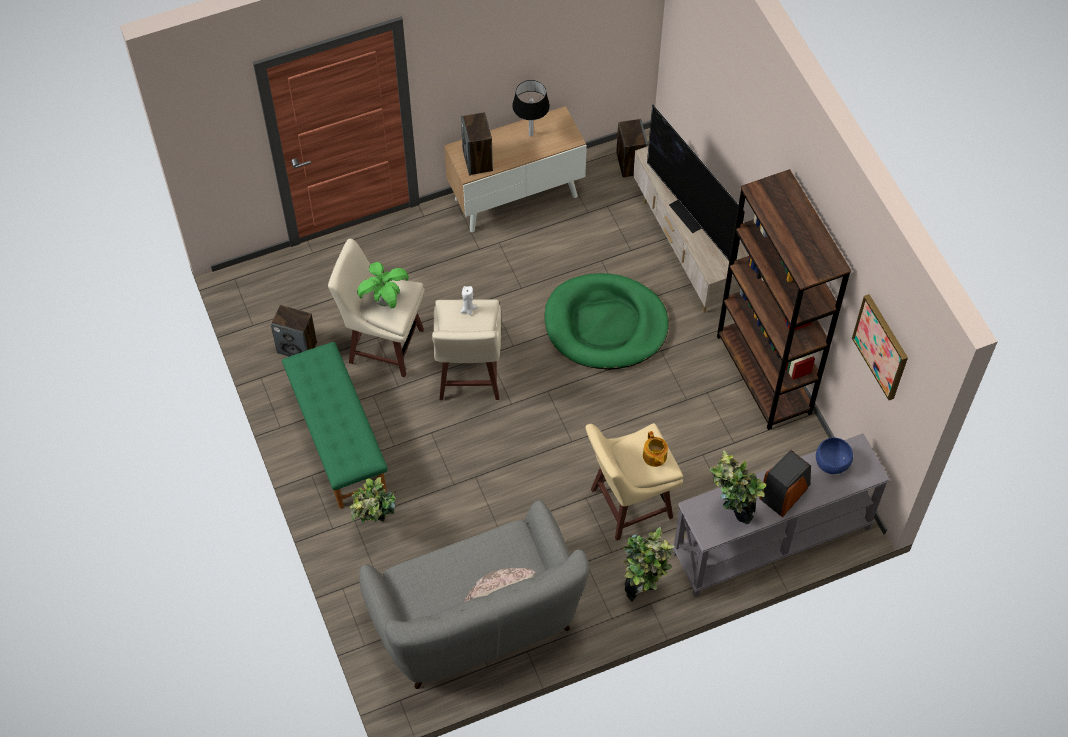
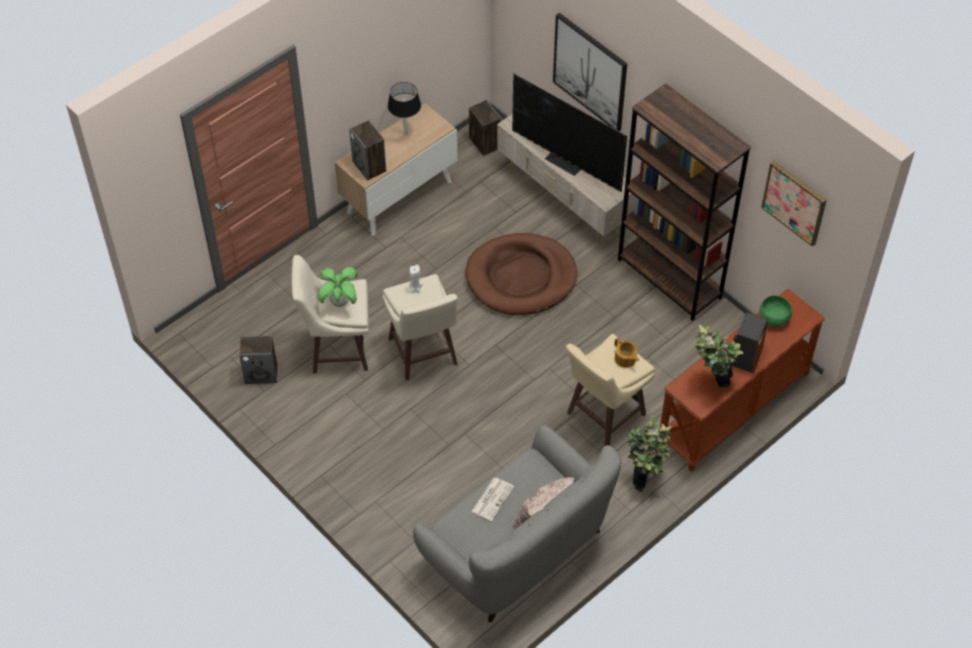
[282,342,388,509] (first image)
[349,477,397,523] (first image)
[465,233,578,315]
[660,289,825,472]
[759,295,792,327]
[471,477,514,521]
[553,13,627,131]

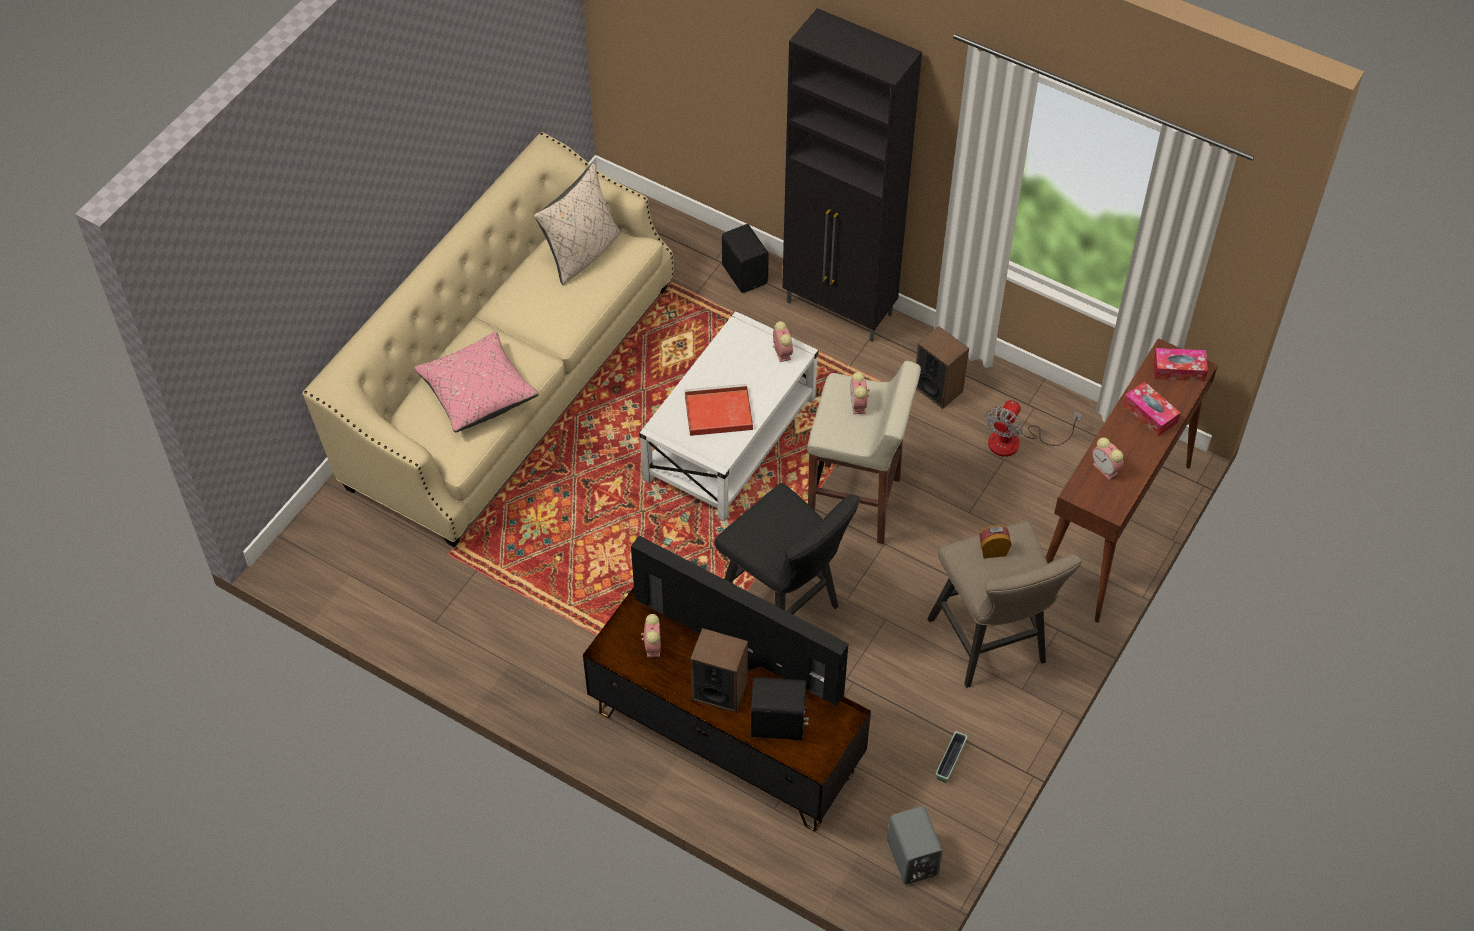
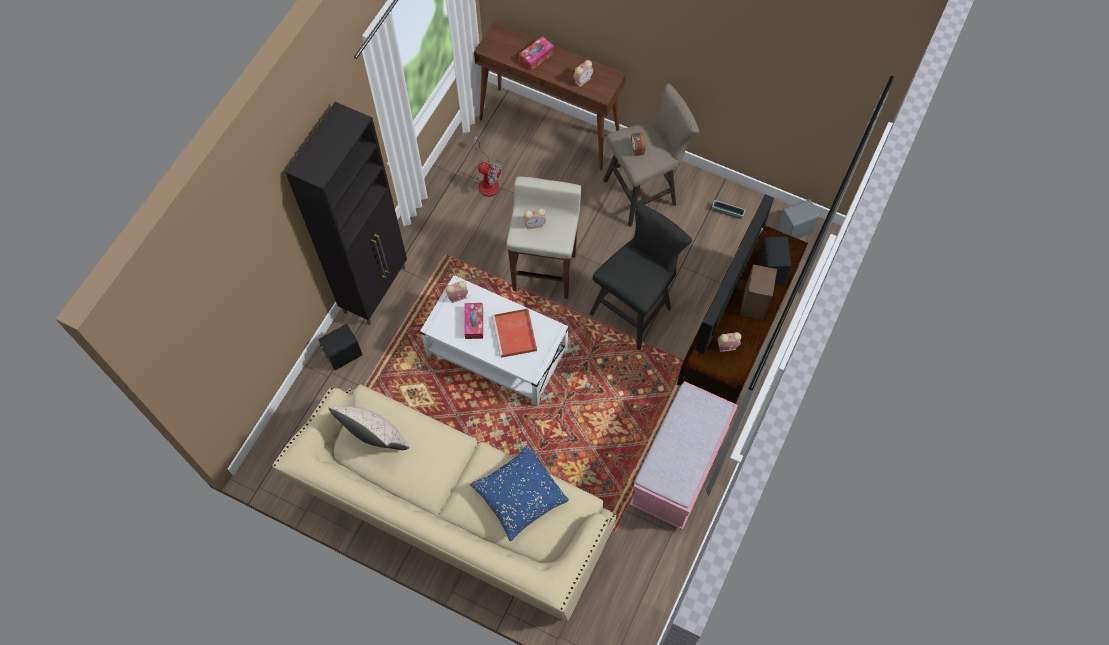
[470,445,569,541]
[916,326,969,409] (first image)
[464,303,483,339]
[630,381,738,530]

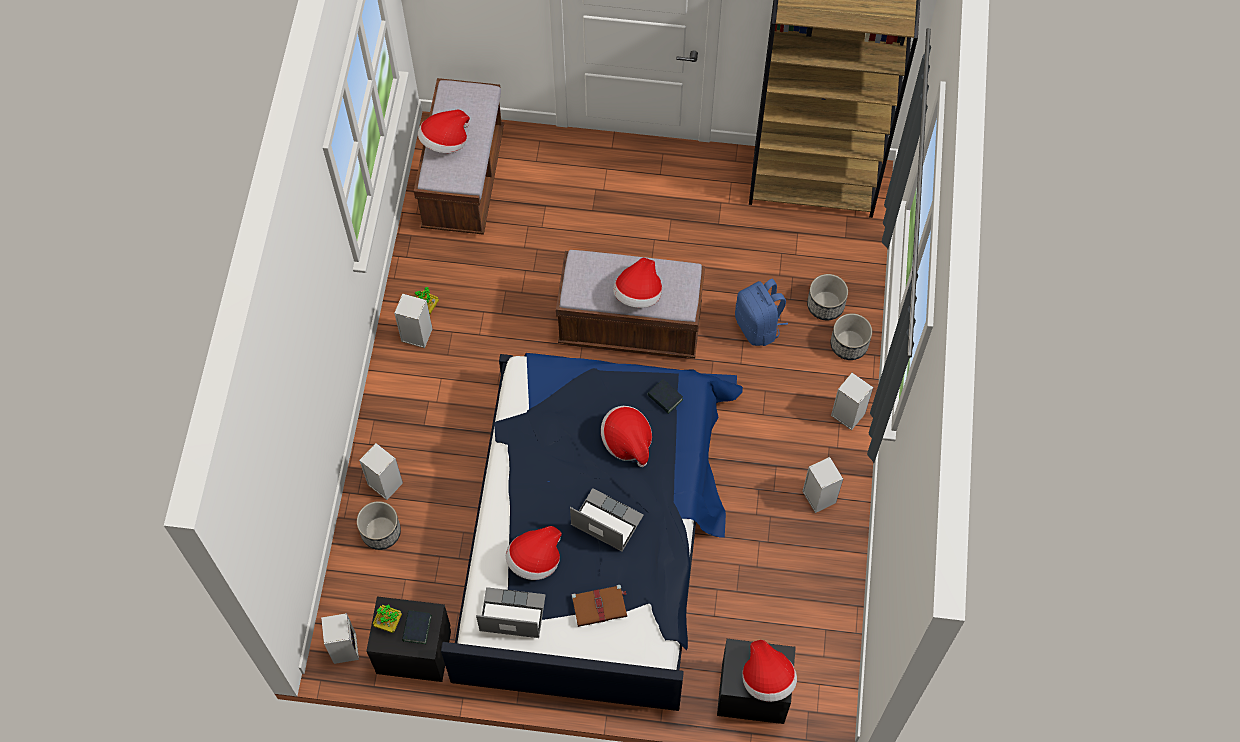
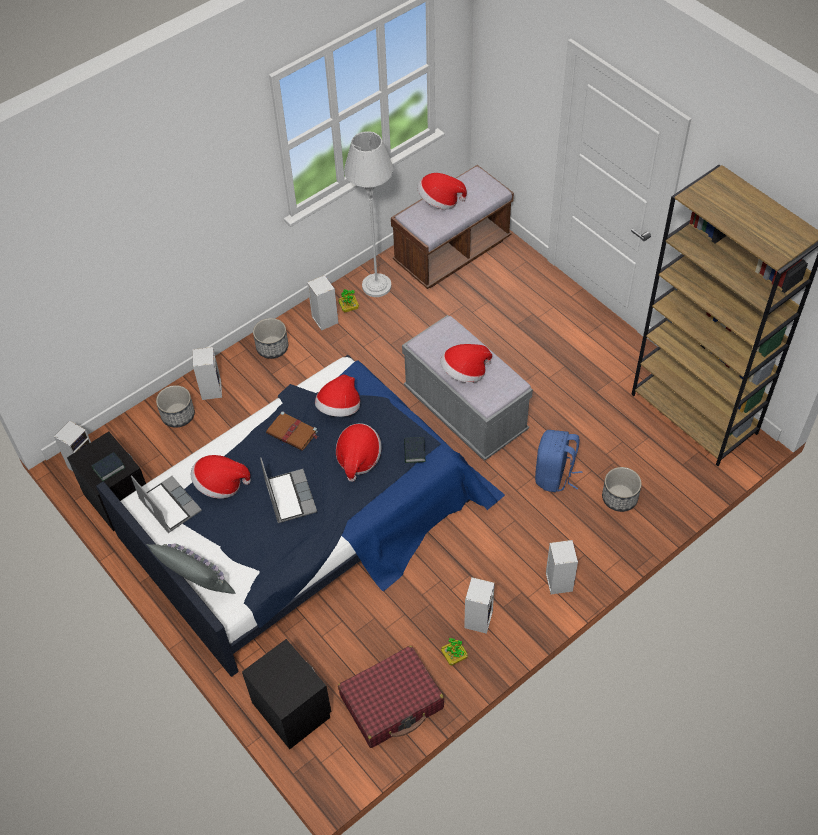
[441,638,468,665]
[402,315,533,460]
[266,411,318,451]
[315,375,360,417]
[253,318,288,359]
[146,544,236,594]
[338,646,444,748]
[344,131,393,297]

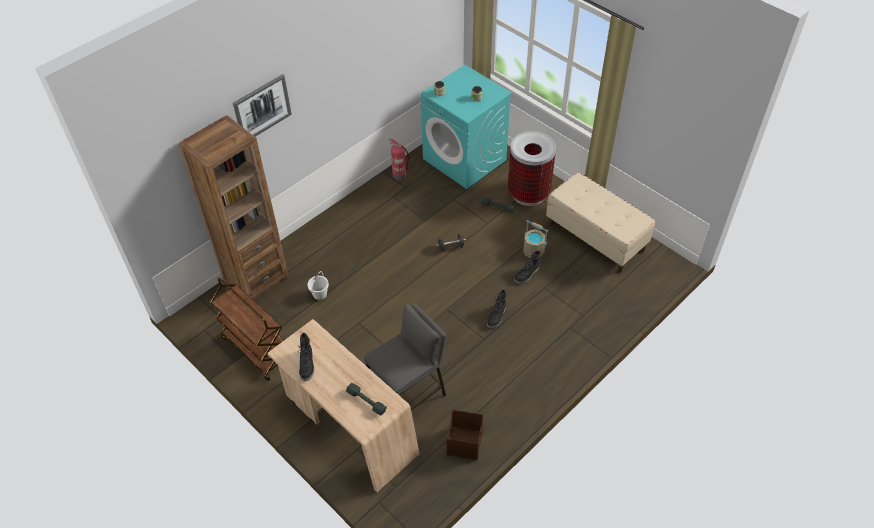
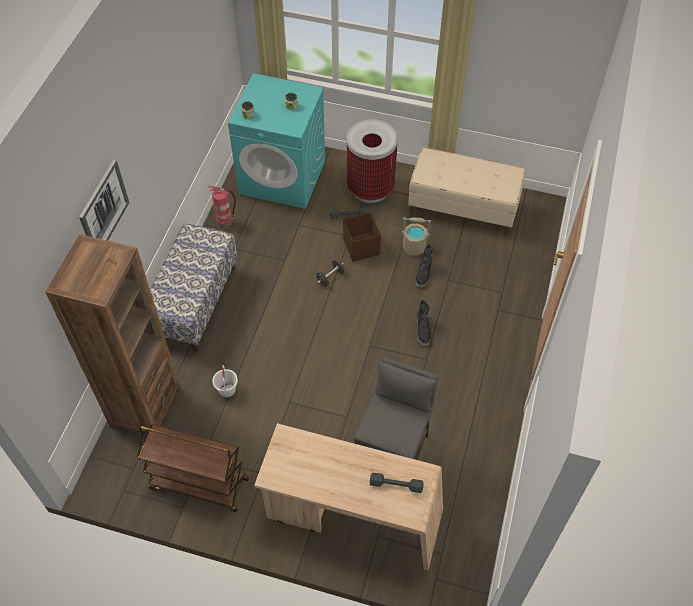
[298,333,314,381] (first image)
[343,212,381,262]
[150,223,237,352]

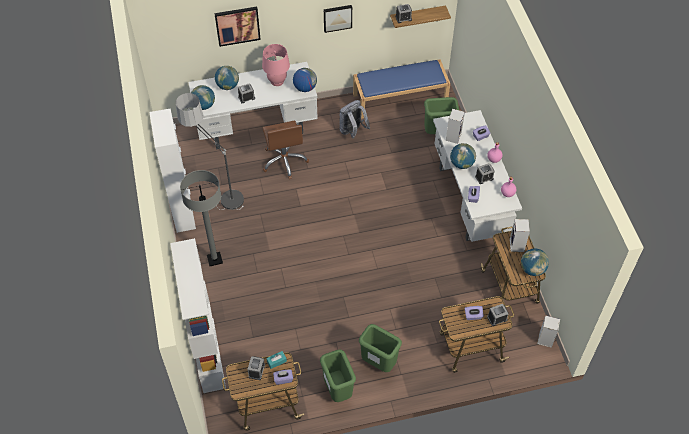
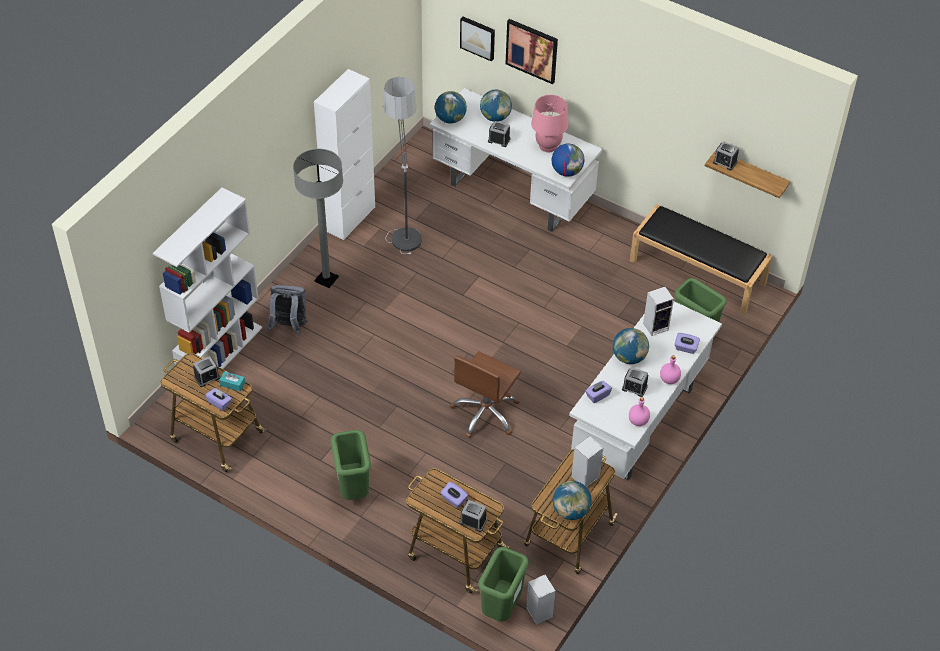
[450,351,521,438]
[478,547,529,622]
[460,17,495,62]
[268,285,308,335]
[630,204,773,314]

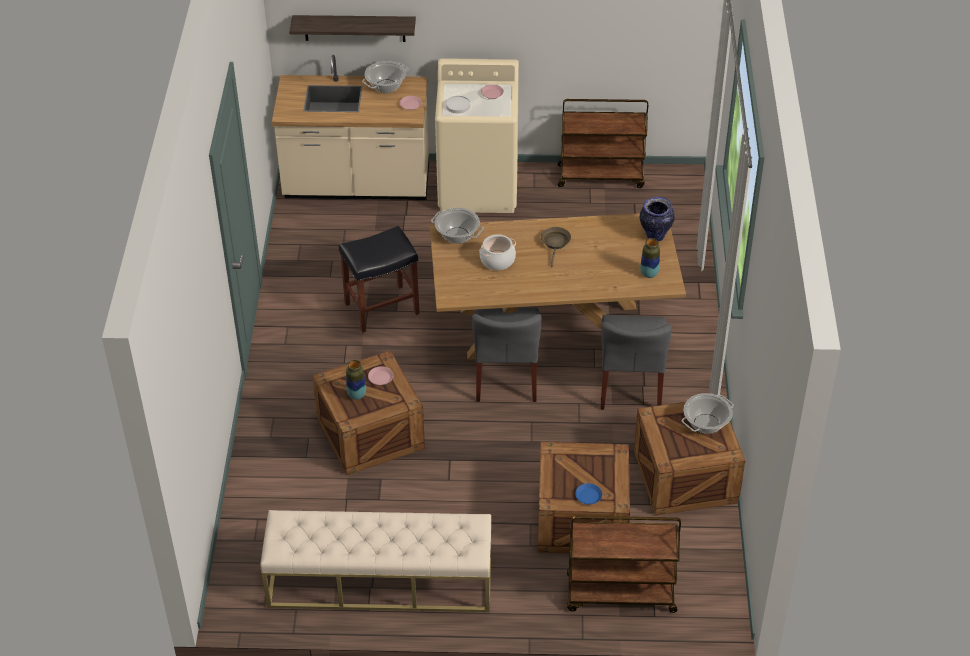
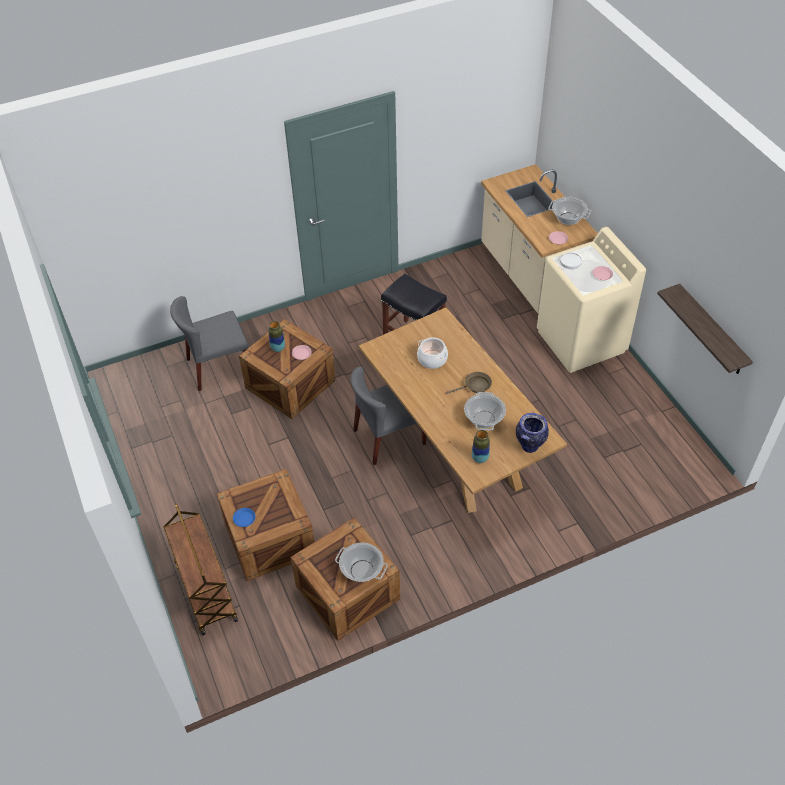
[261,510,491,612] (first image)
[657,284,753,374]
[464,392,506,430]
[558,99,648,188] (first image)
[170,296,248,391]

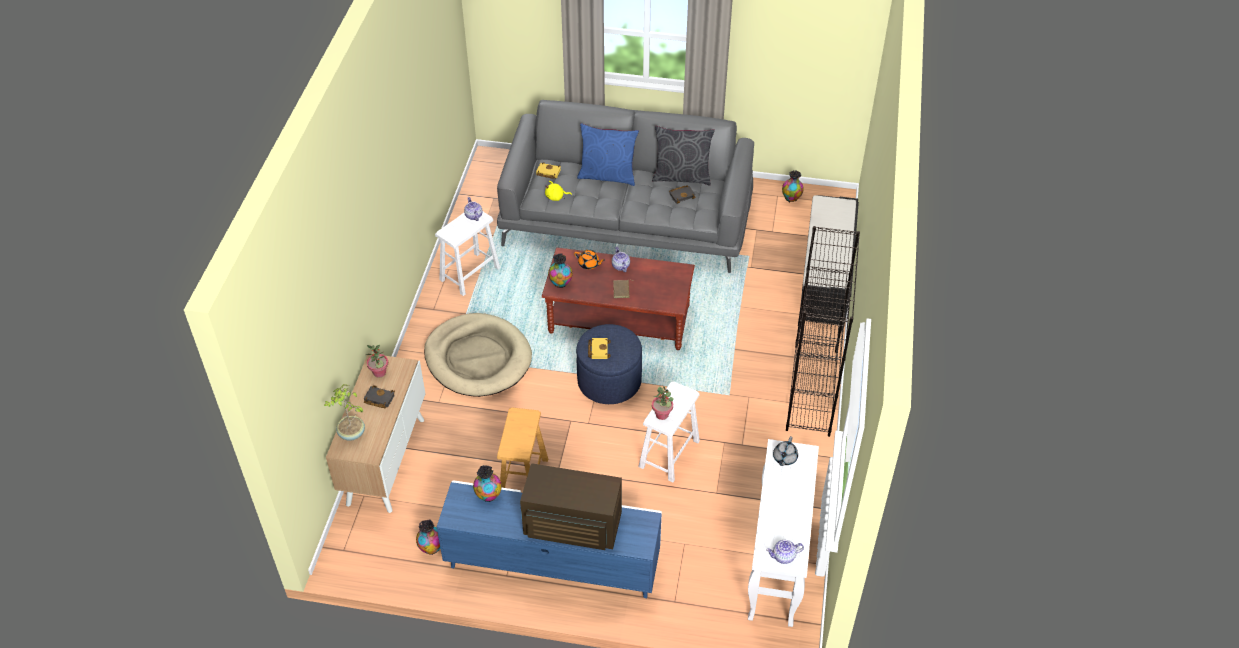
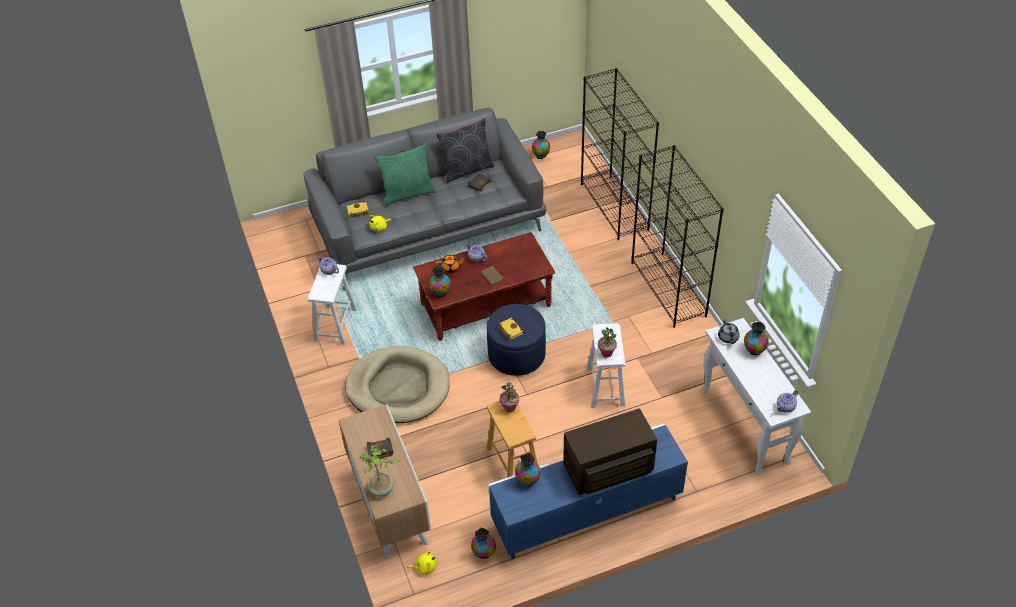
[500,382,519,412]
[375,143,436,206]
[581,68,659,240]
[407,551,437,575]
[744,322,769,355]

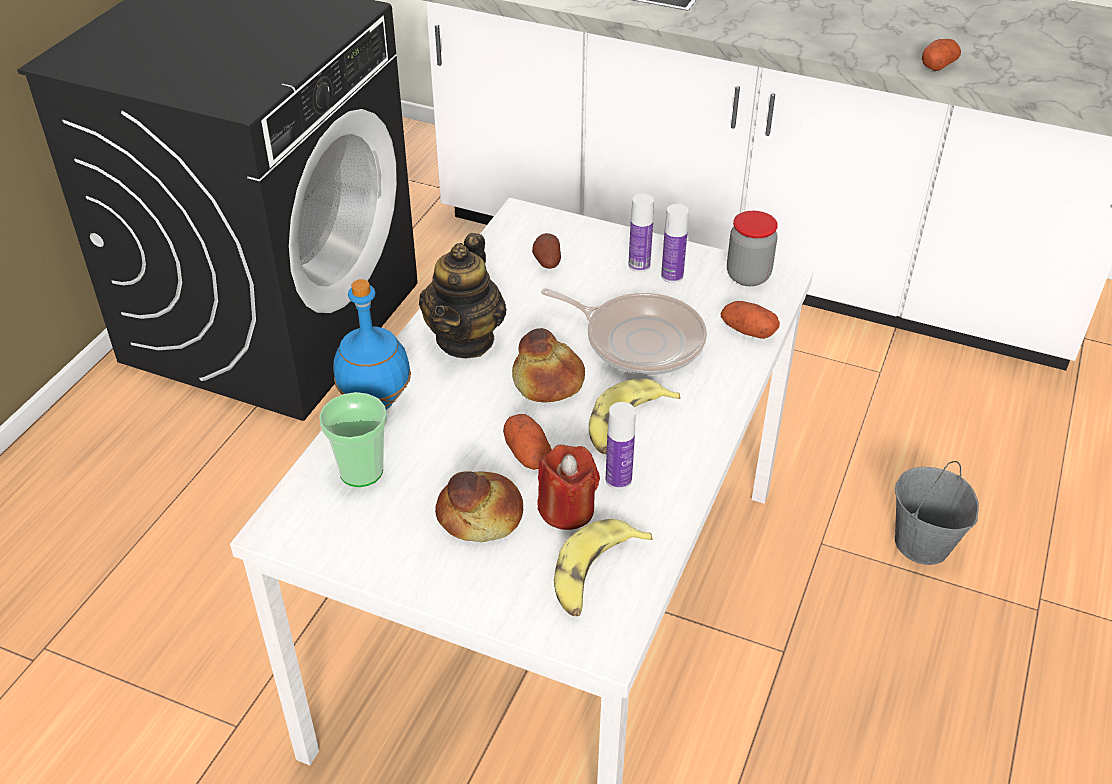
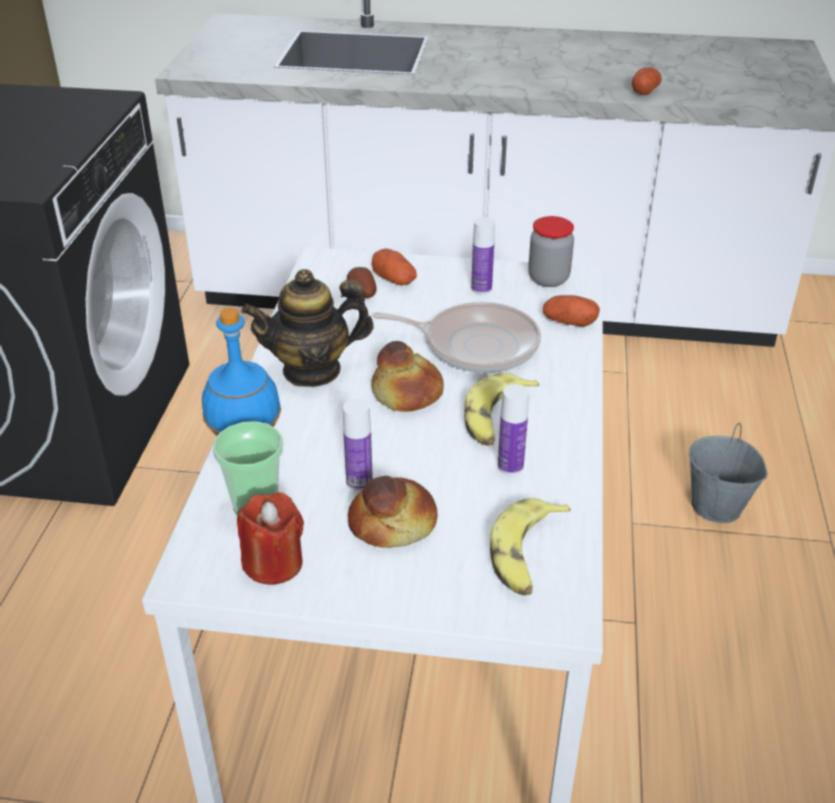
[241,269,374,387]
[372,248,417,286]
[237,492,304,585]
[343,399,373,491]

